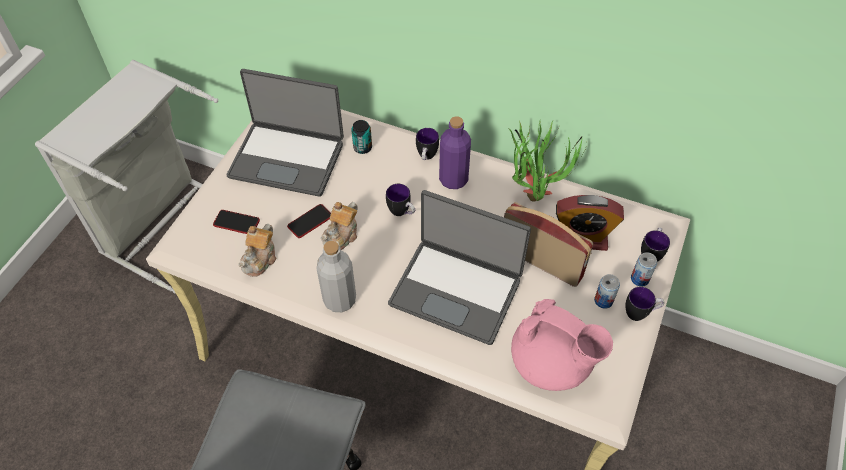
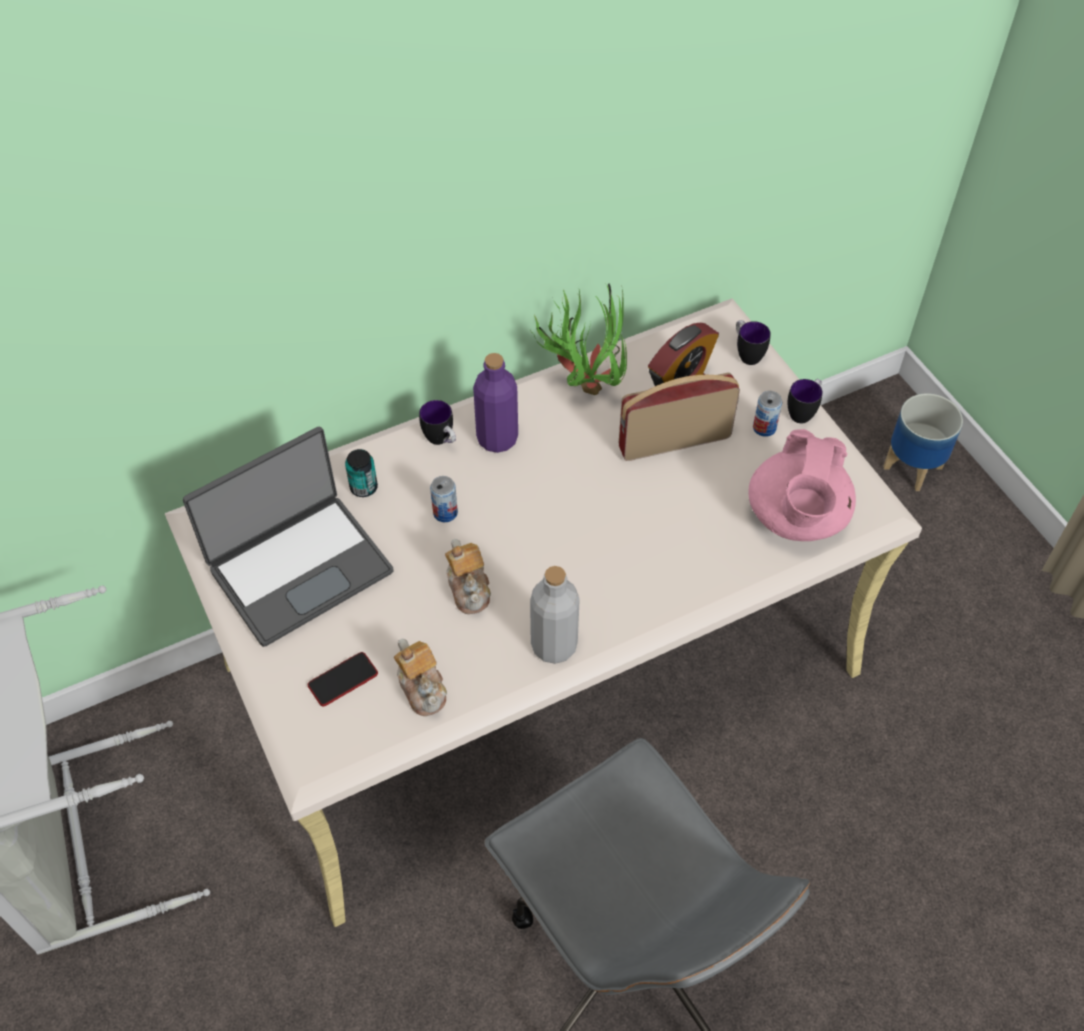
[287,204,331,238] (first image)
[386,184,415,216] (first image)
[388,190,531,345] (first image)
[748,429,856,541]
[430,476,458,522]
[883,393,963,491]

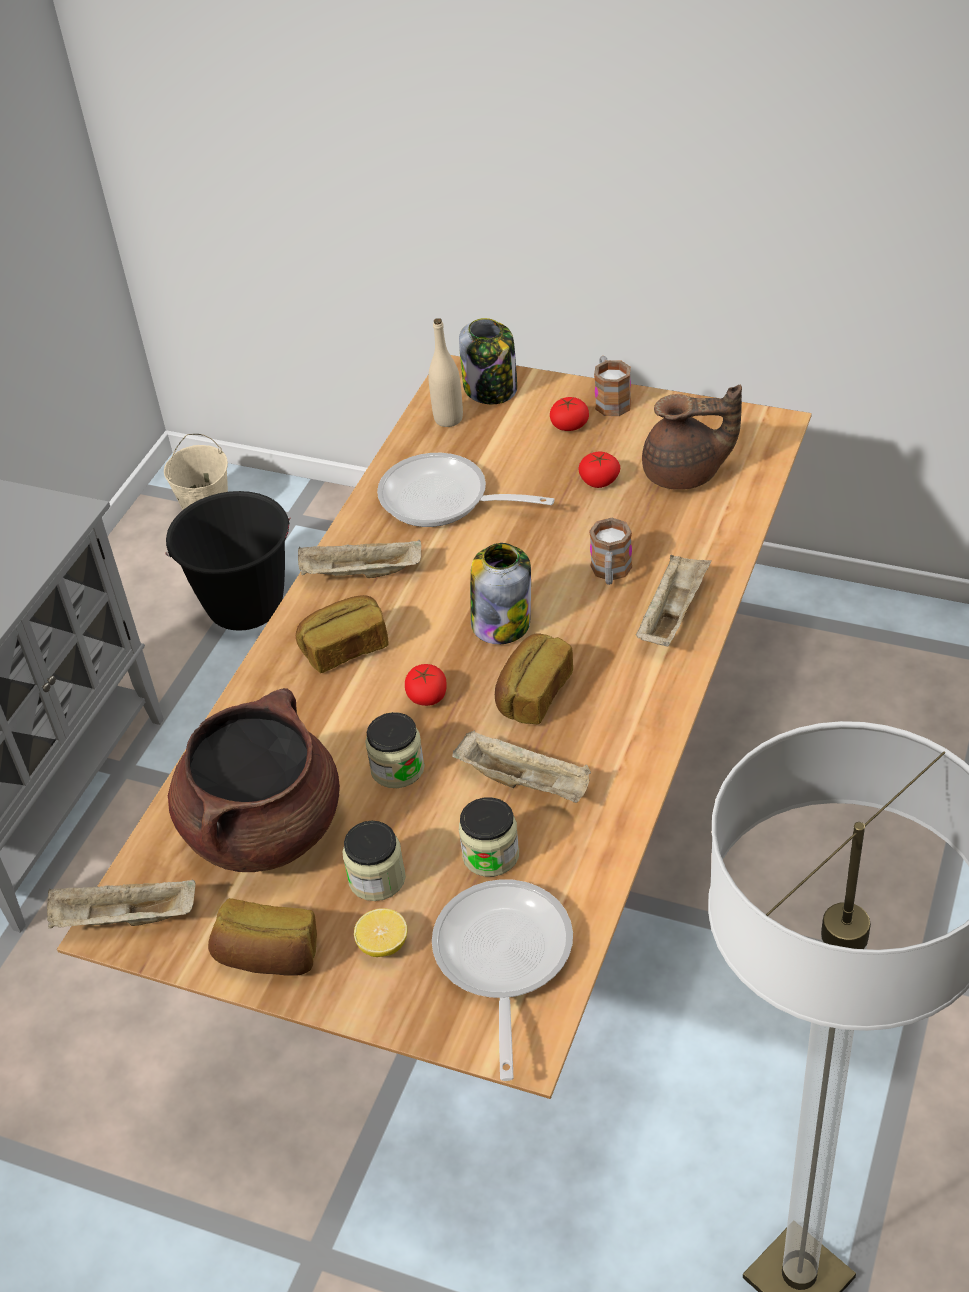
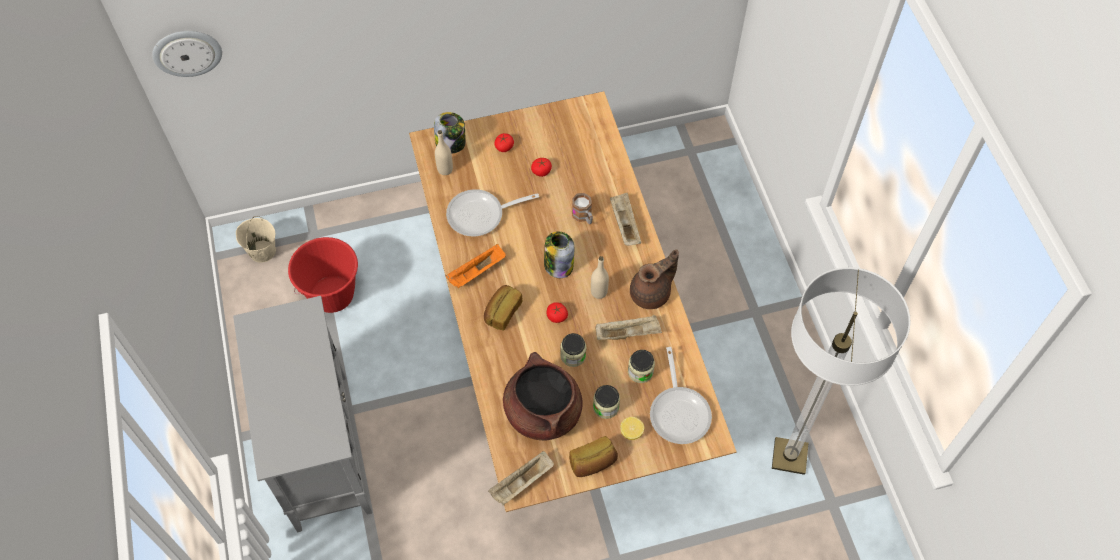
[288,237,358,313]
[446,244,506,289]
[650,347,712,444]
[591,256,609,299]
[594,356,631,416] (first image)
[630,249,679,309]
[152,31,222,77]

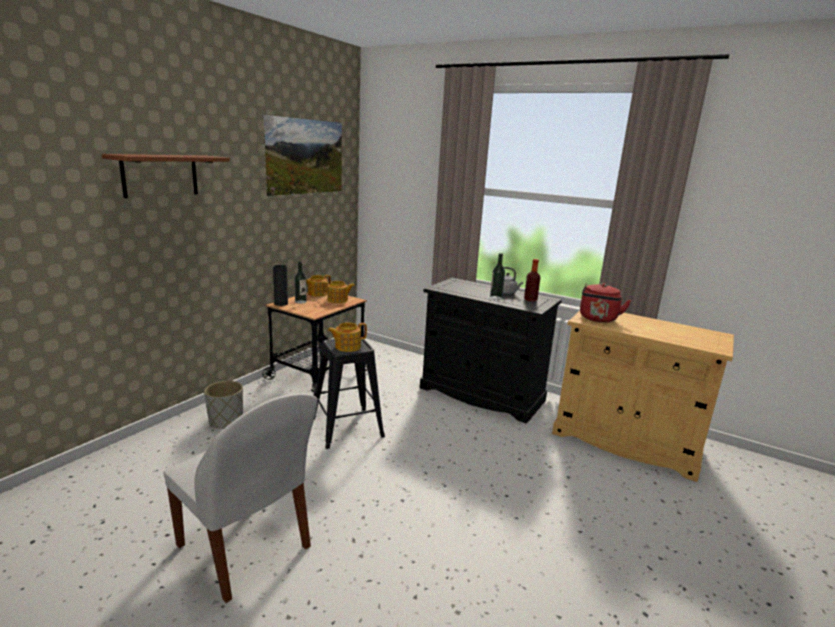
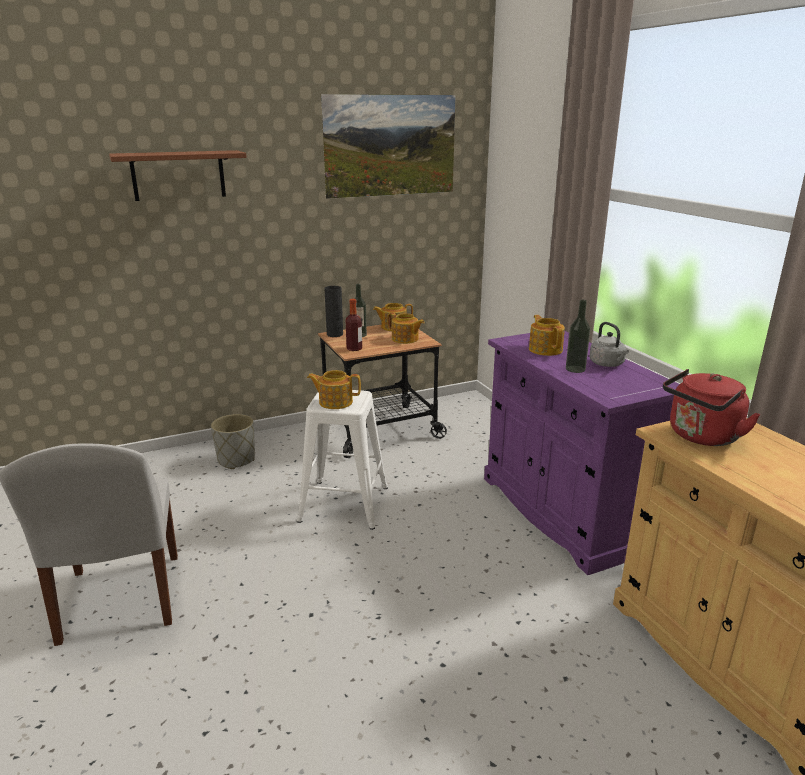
[297,390,388,530]
[484,331,680,575]
[346,299,362,351]
[529,315,565,356]

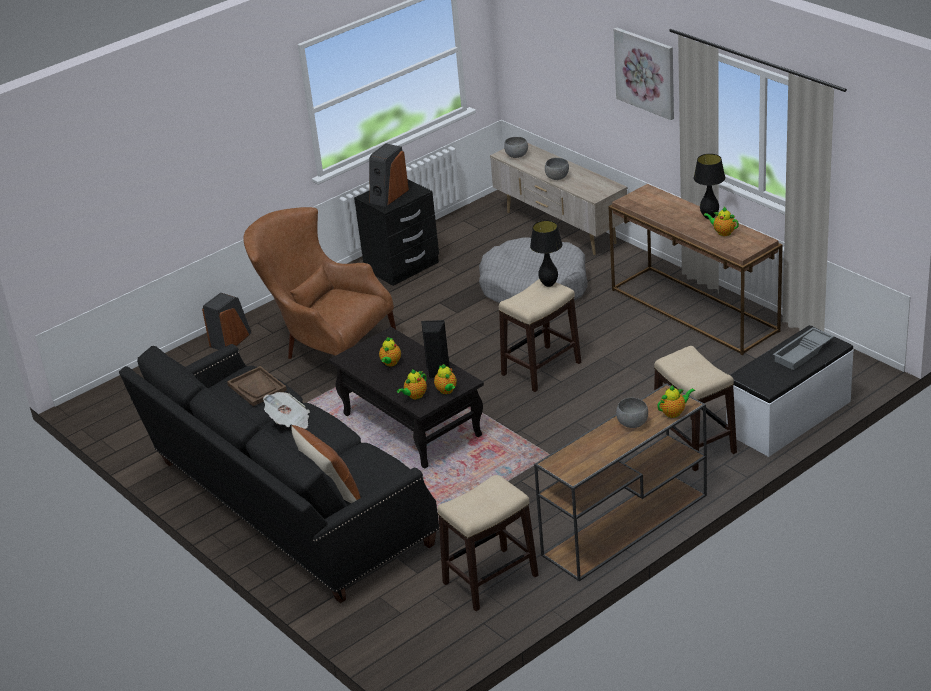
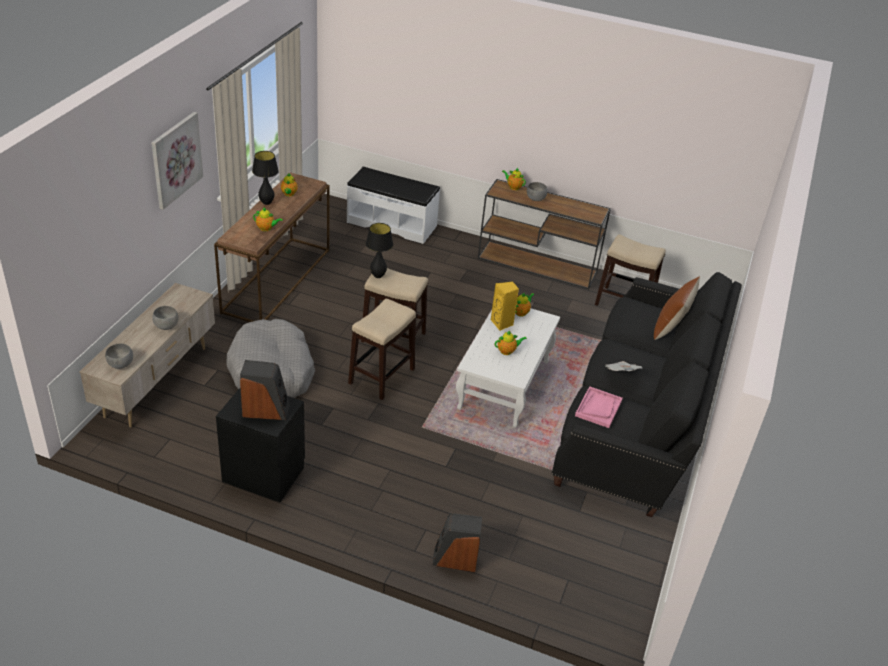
[575,386,623,428]
[244,207,396,359] (first image)
[456,308,560,427]
[253,207,283,231]
[491,282,519,331]
[348,299,416,400]
[773,327,834,370] (first image)

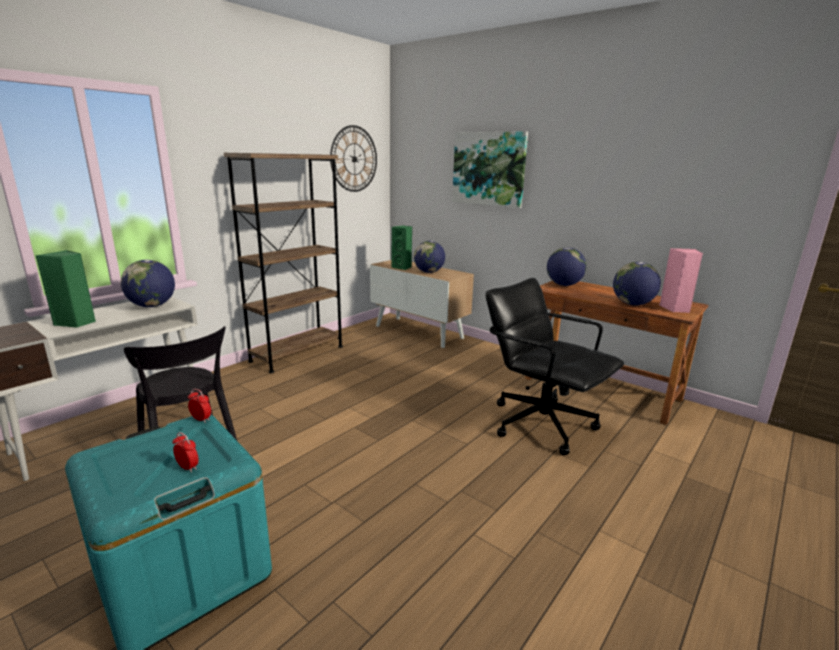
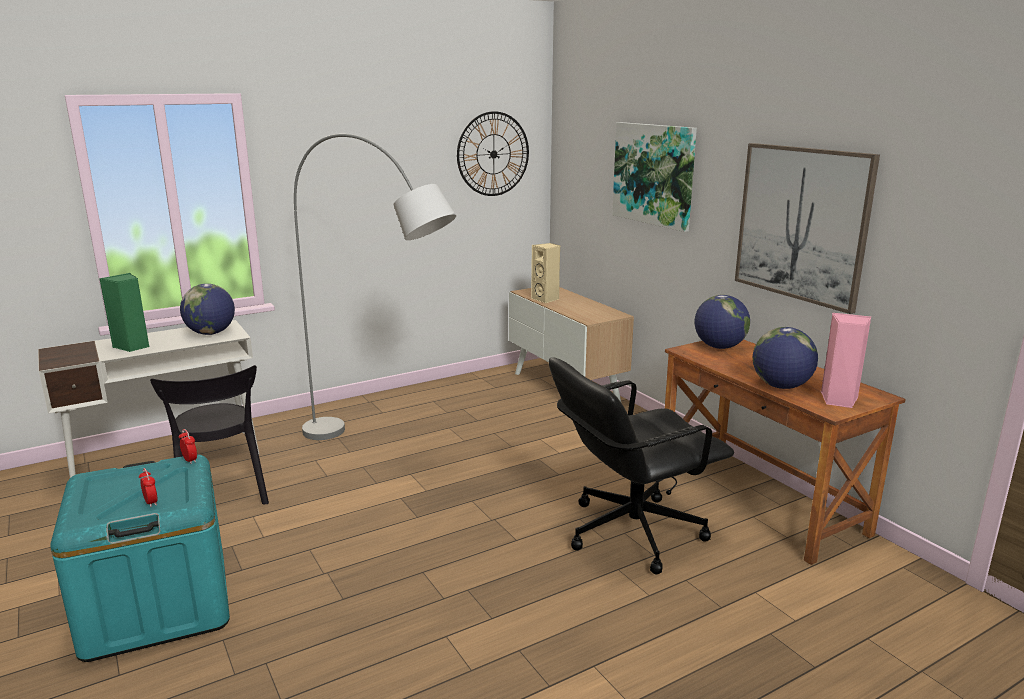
[224,153,343,373] (first image)
[531,243,560,304]
[414,241,445,273] (first image)
[549,357,734,574]
[294,134,456,440]
[735,143,880,314]

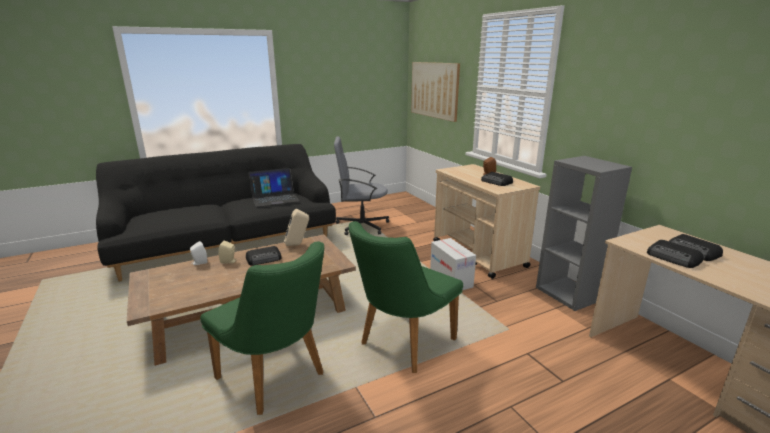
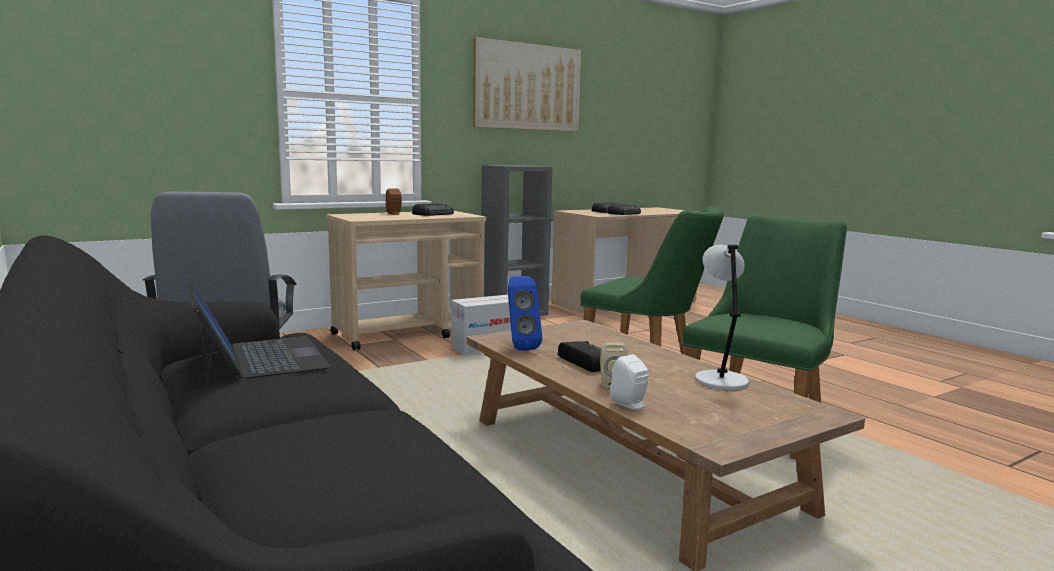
[508,276,542,351]
[473,37,582,132]
[695,244,749,390]

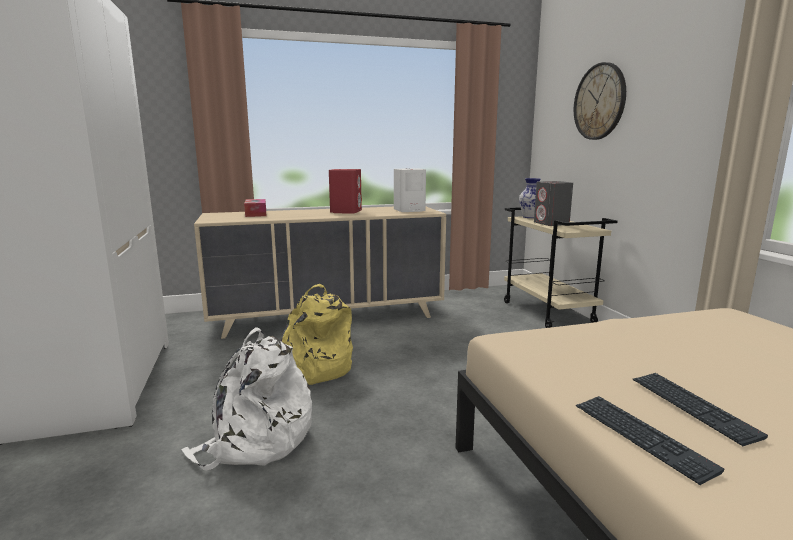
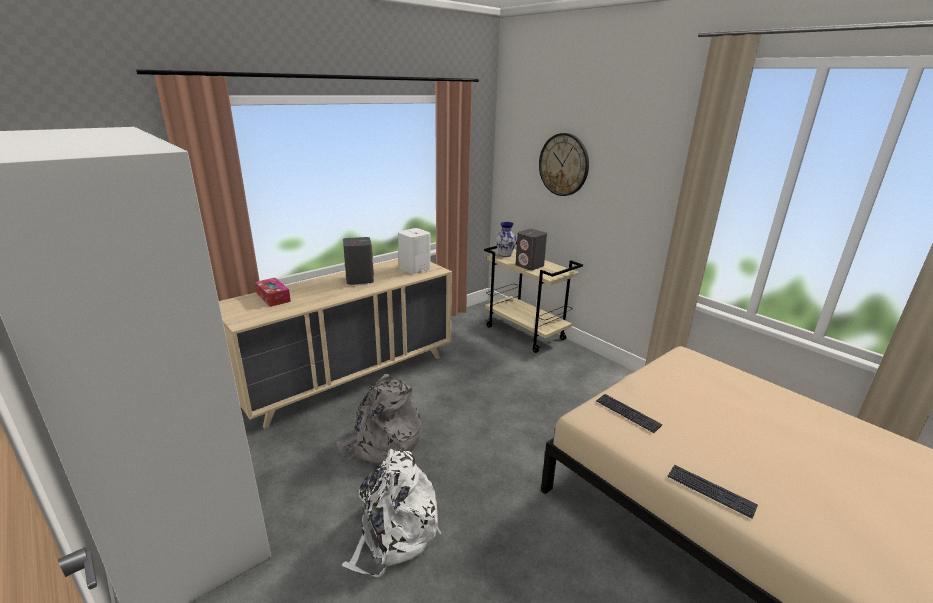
[336,374,421,464]
[343,237,374,285]
[596,394,662,433]

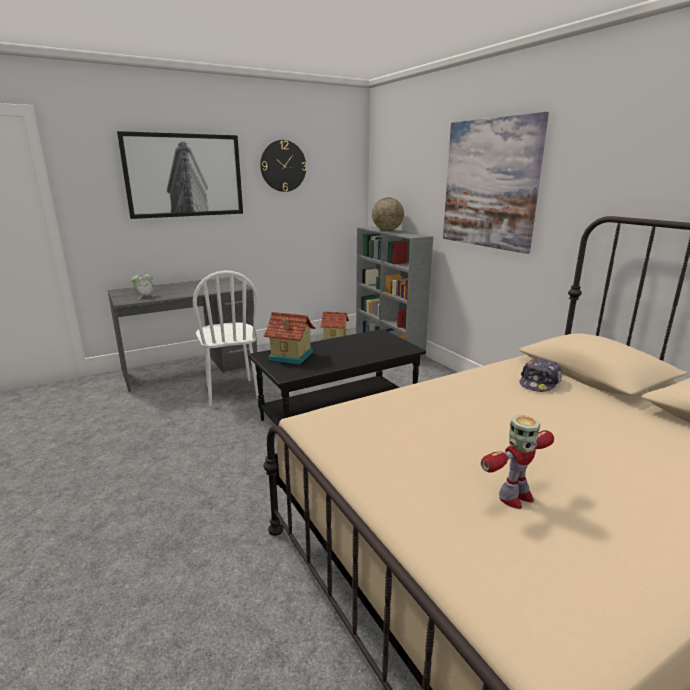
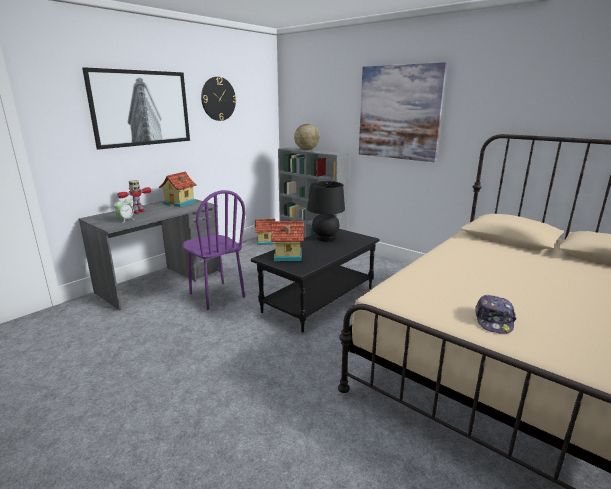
[182,190,246,310]
[117,180,151,213]
[475,295,516,334]
[159,172,197,207]
[307,181,345,242]

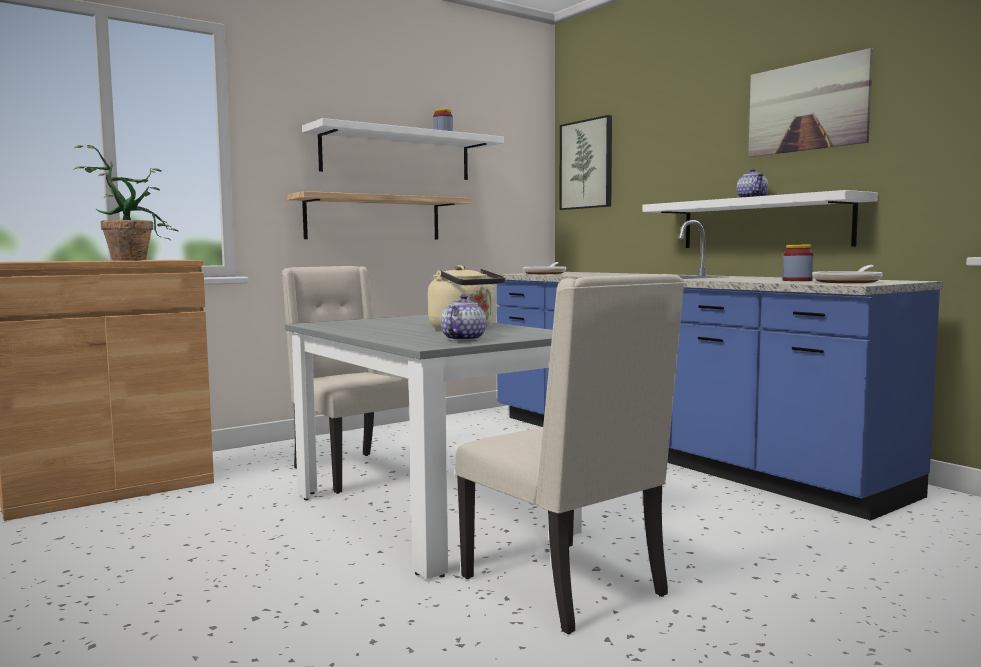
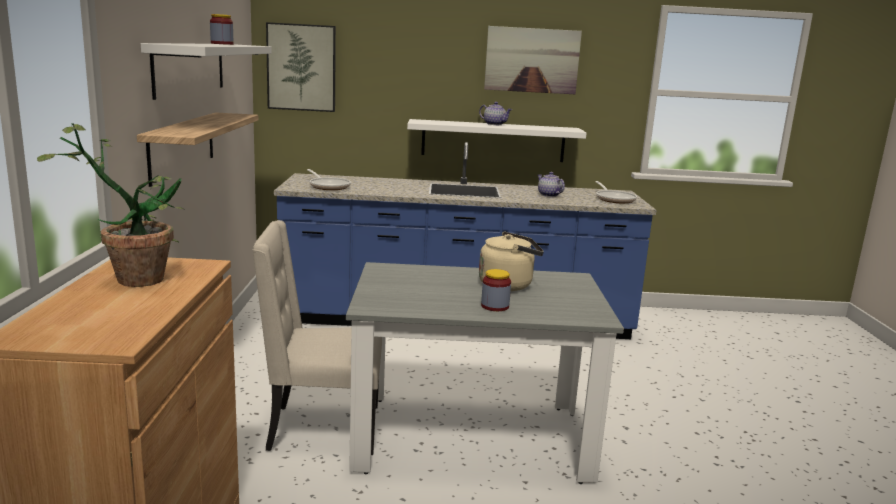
[538,172,565,197]
[455,274,685,634] (first image)
[481,269,511,311]

